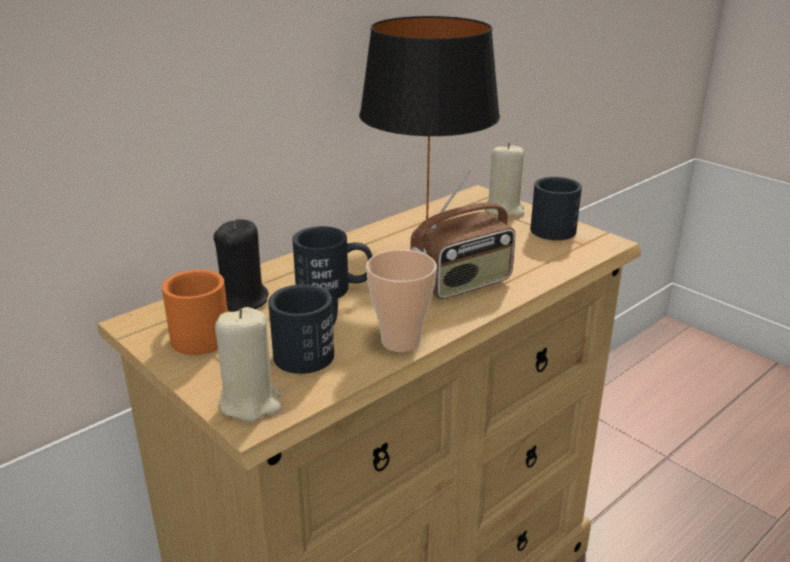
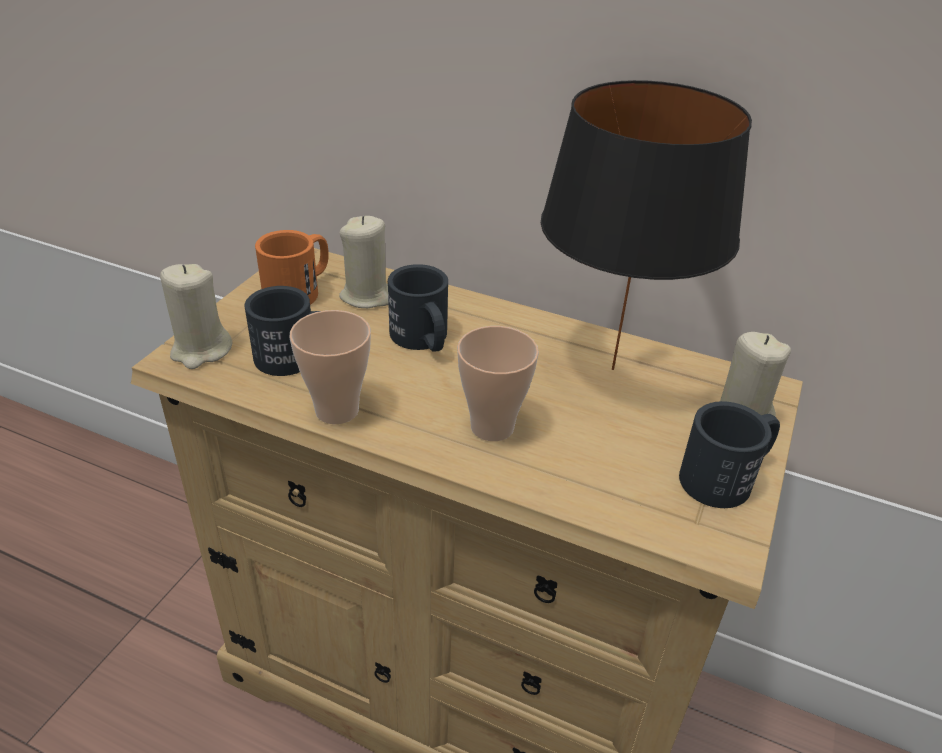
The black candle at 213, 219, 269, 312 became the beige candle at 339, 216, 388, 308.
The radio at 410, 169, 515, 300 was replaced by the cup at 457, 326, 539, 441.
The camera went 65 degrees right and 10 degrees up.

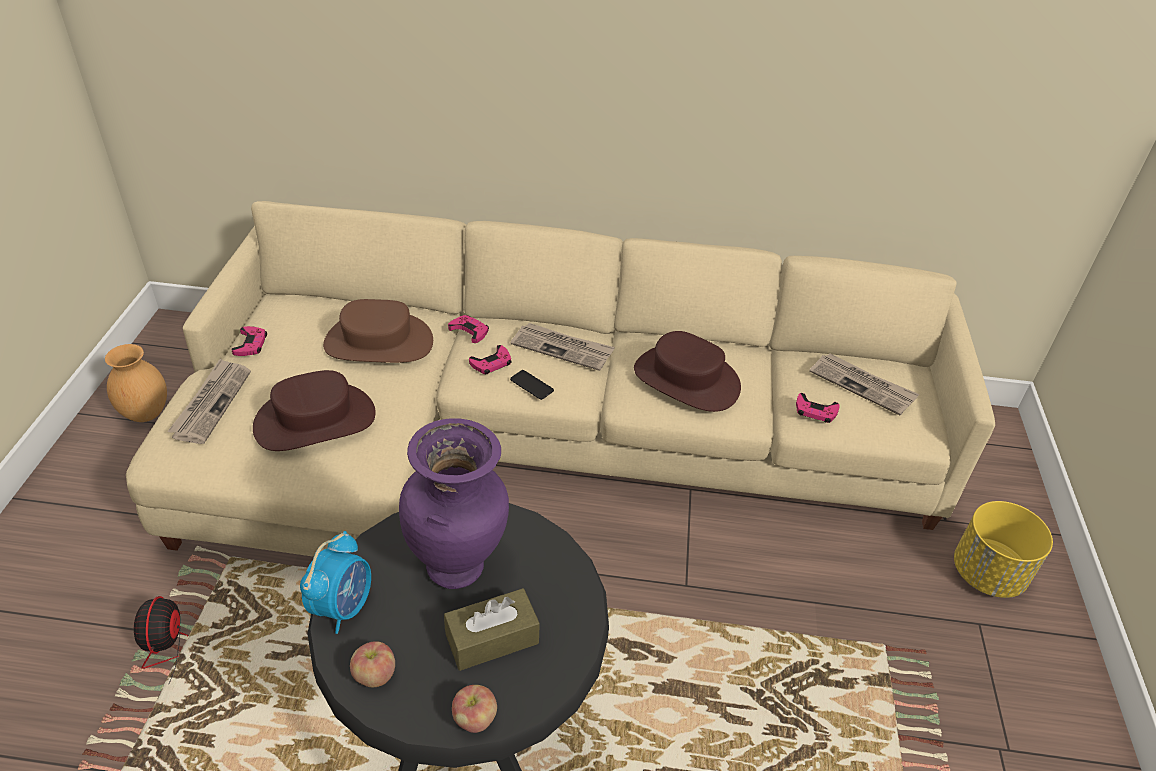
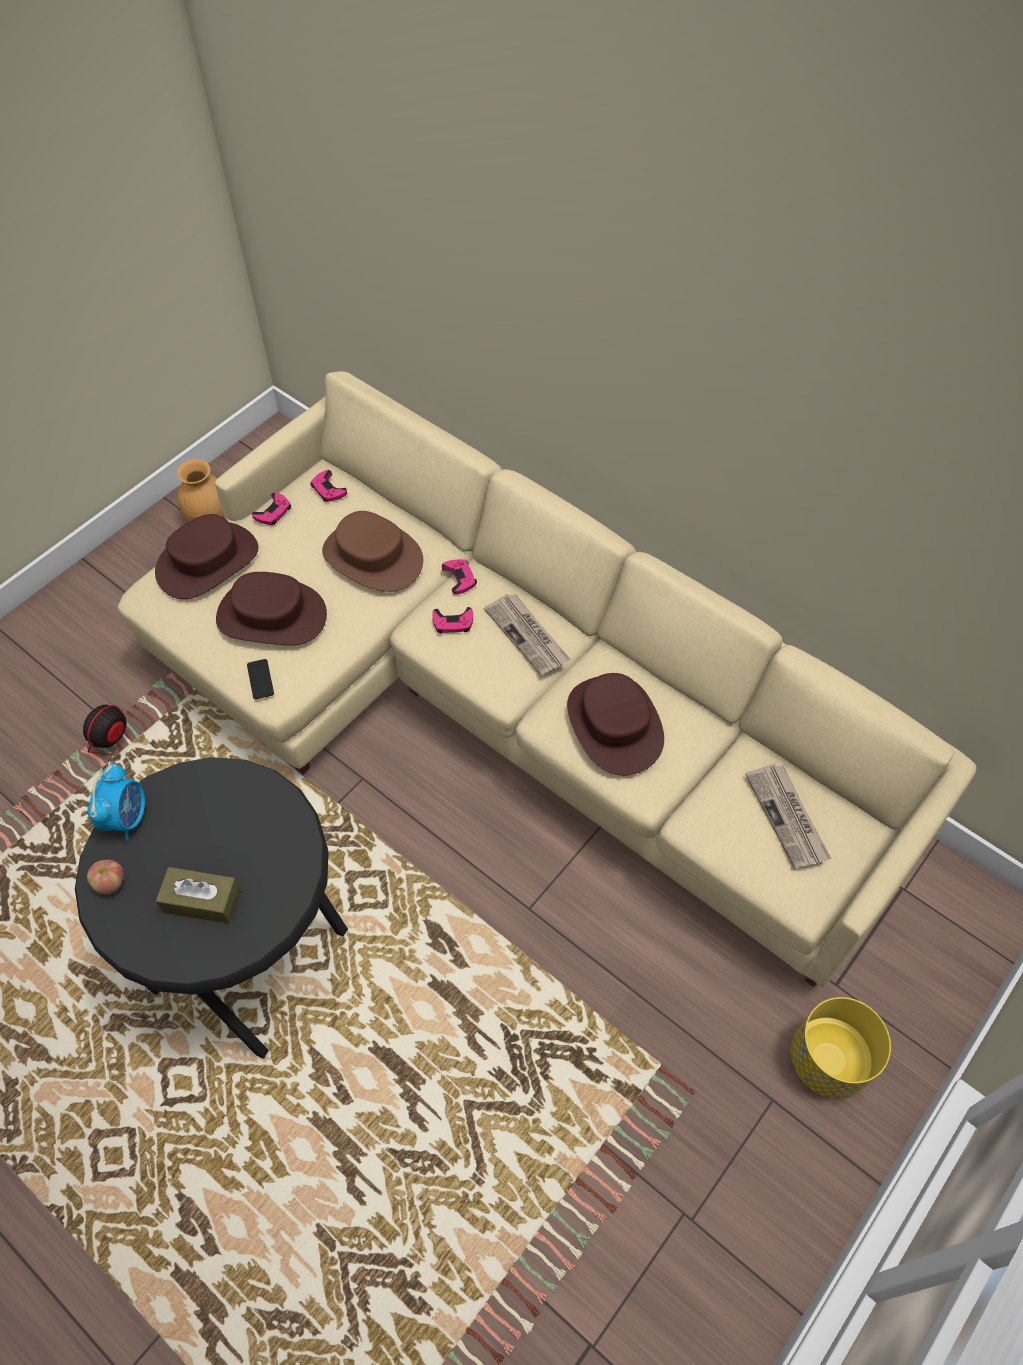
The newspaper at 167, 359, 251, 444 was replaced by the brown hat at 155, 514, 258, 599.
The alarm clock at 300, 531, 371, 634 turned 45 degrees counterclockwise.
The purple vase at 399, 418, 509, 589 disappeared.
The apple at 452, 685, 497, 733 disappeared.
The phone moved from 510, 370, 554, 400 to 247, 659, 274, 699.
The pink game controller moved from 796, 393, 840, 423 to 310, 470, 347, 502.
The camera went 35 degrees right and 15 degrees up.

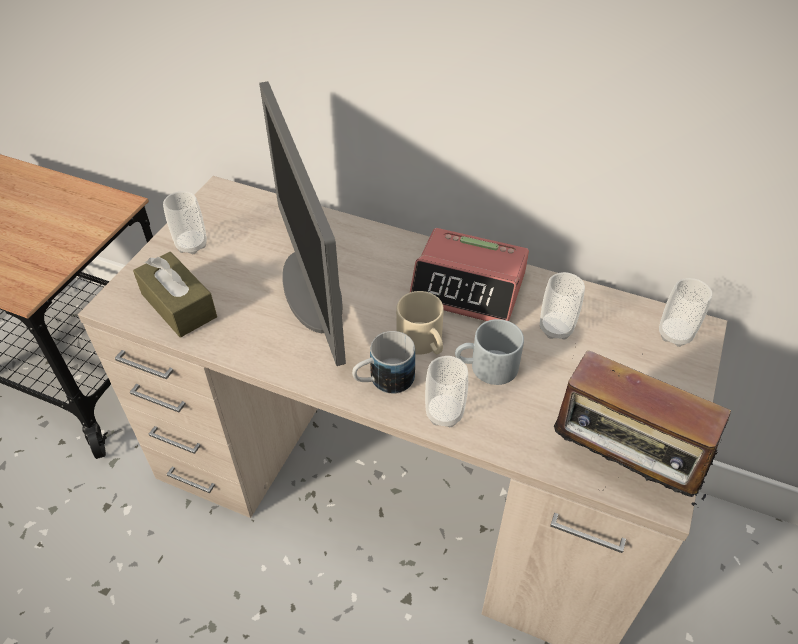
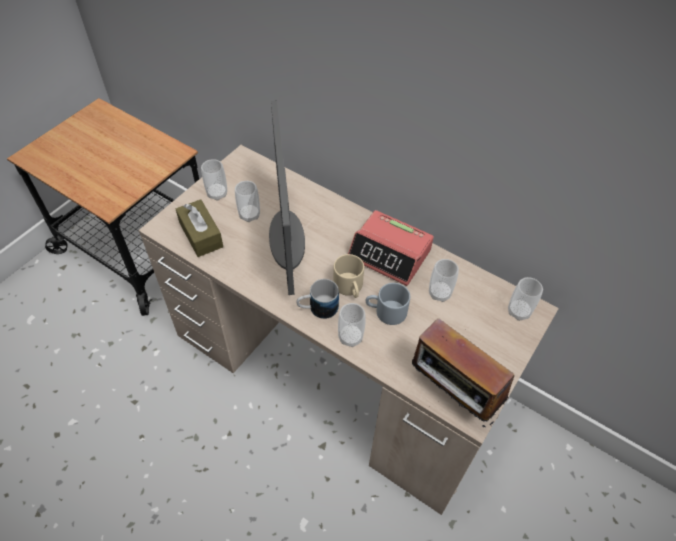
The cup at 235, 181, 260, 222 appeared.
The camera went 10 degrees right and 5 degrees up.

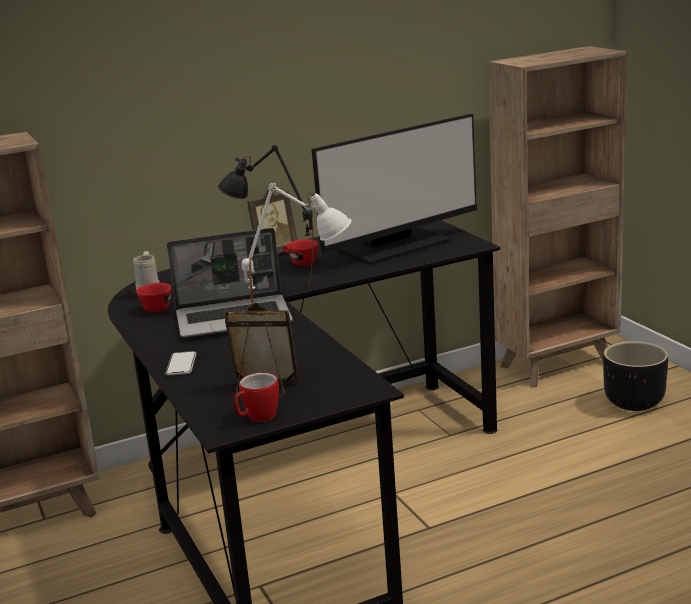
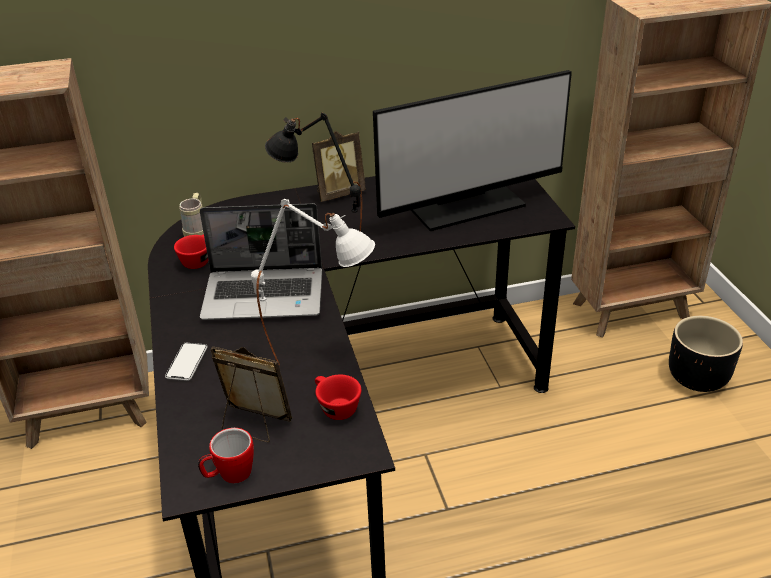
The red cup moved from 283, 239, 318, 266 to 315, 375, 361, 420.
The camera went 10 degrees right and 15 degrees up.

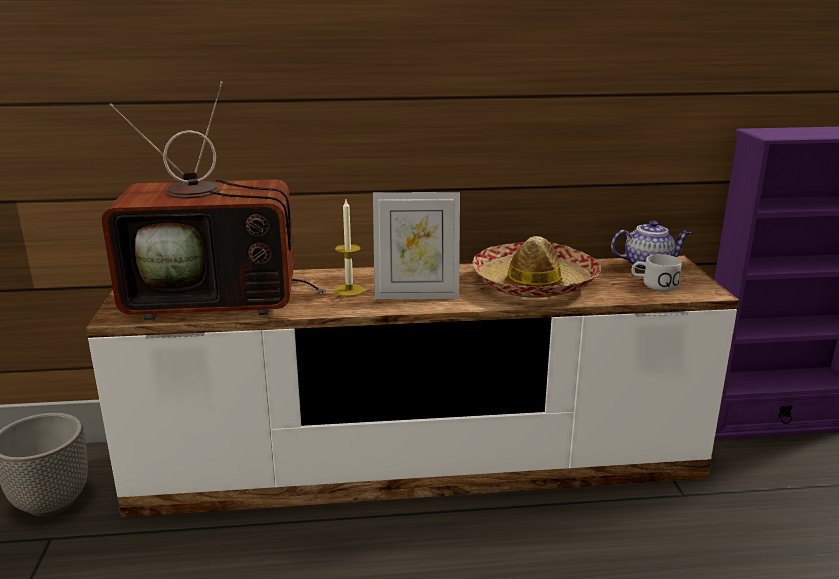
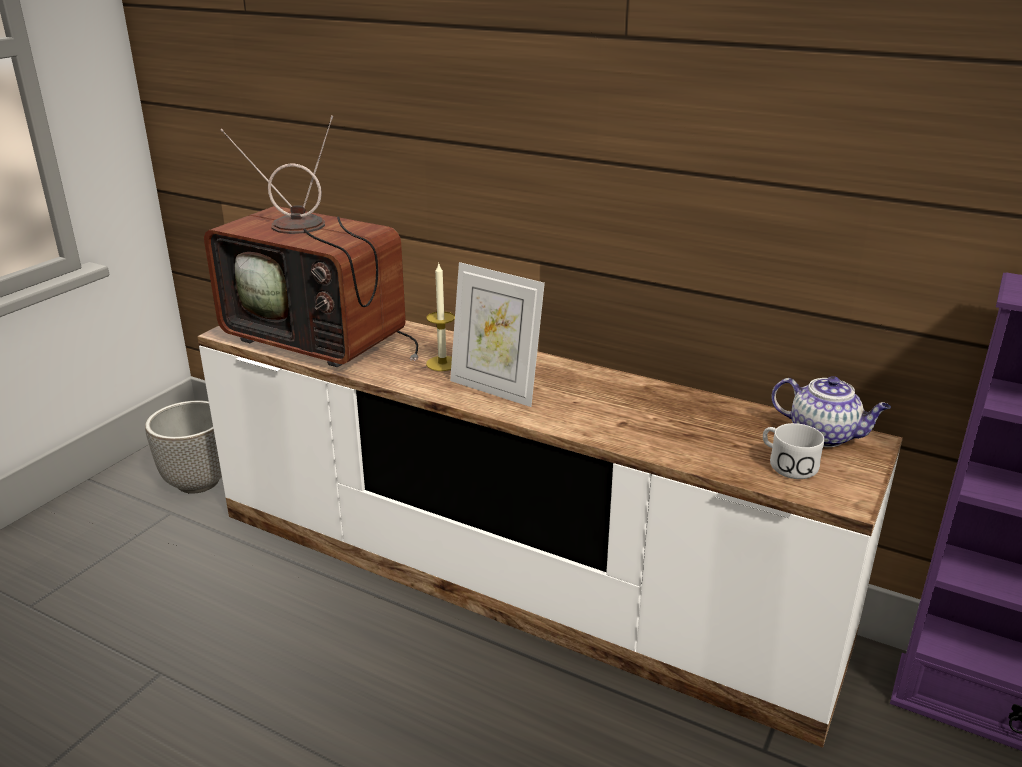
The hat at 472, 236, 601, 298 disappeared.
The camera went 35 degrees right and 5 degrees up.

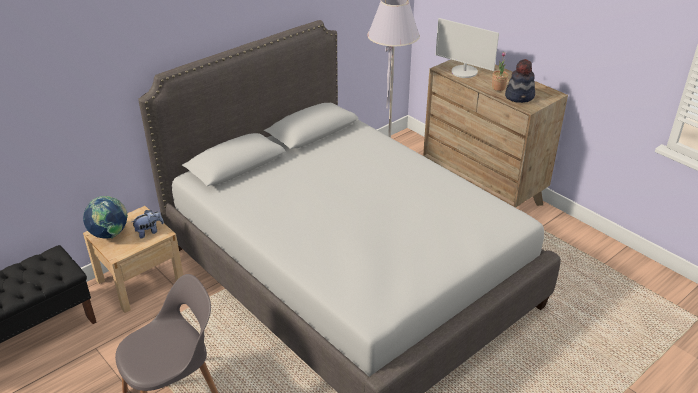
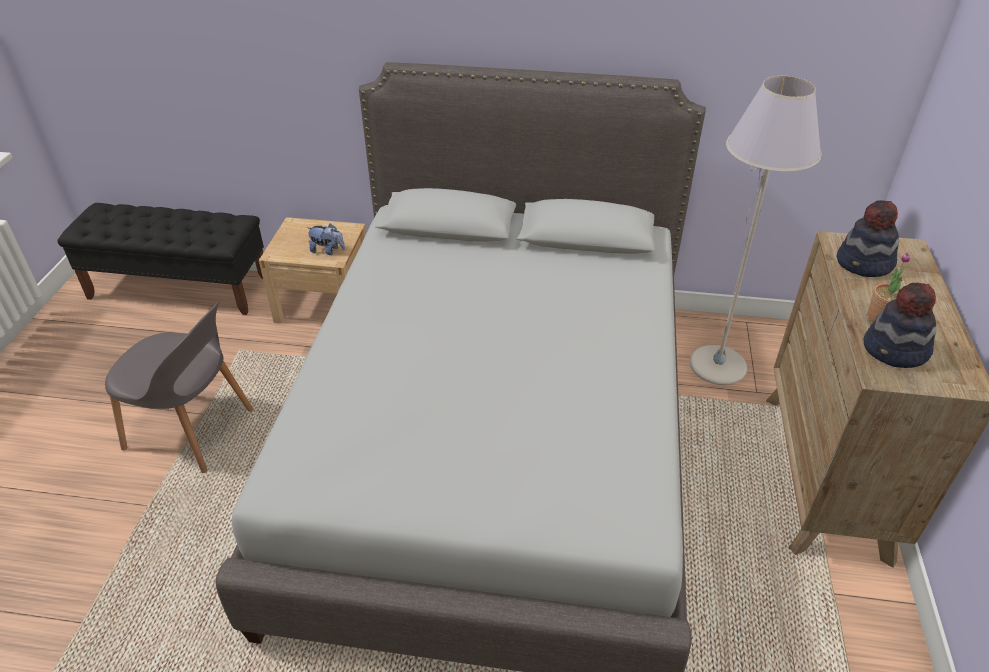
The globe at 83, 196, 128, 239 disappeared.
The monitor at 436, 18, 499, 78 was replaced by the hat at 837, 200, 899, 277.
The camera went 50 degrees right and 5 degrees up.

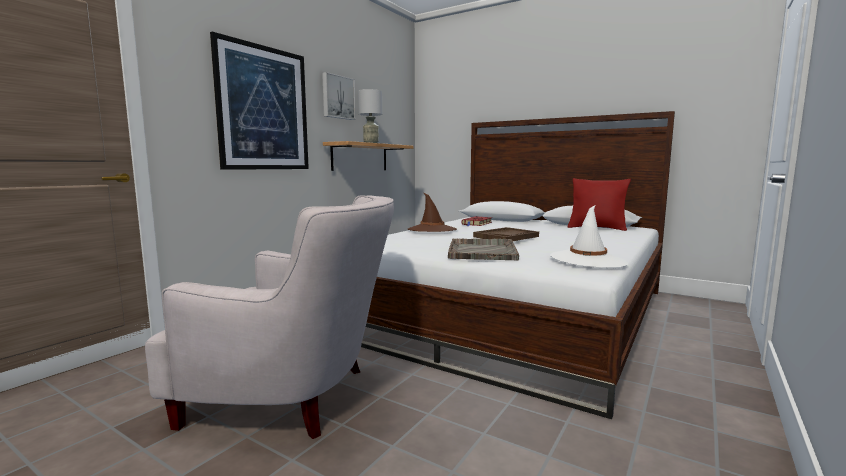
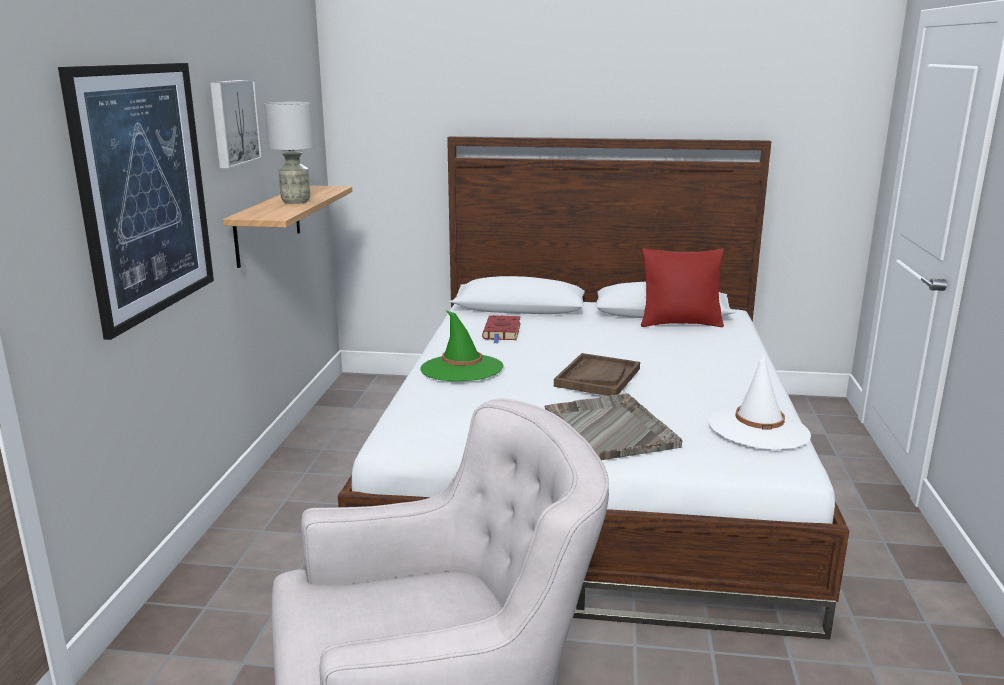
The brown hat at 408, 193, 457, 232 became the green hat at 420, 310, 504, 382.
The camera went 25 degrees left and 10 degrees up.

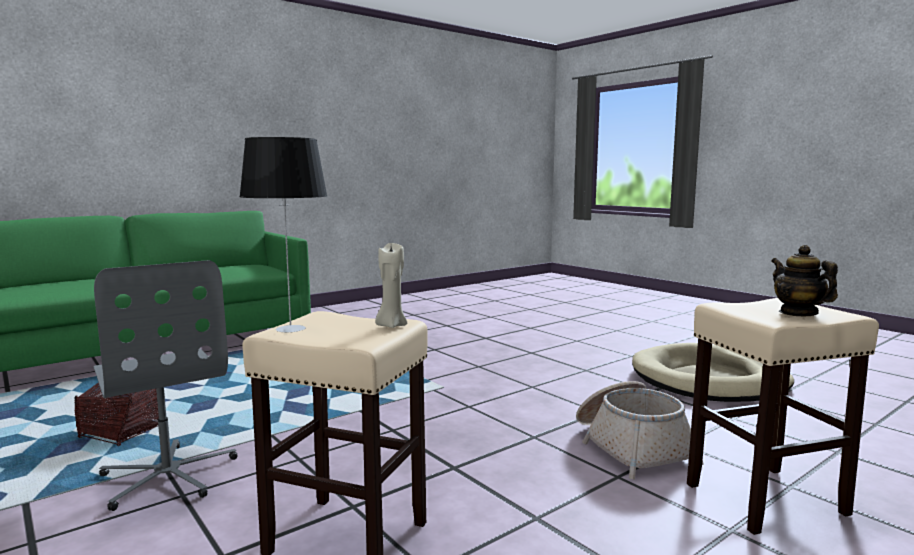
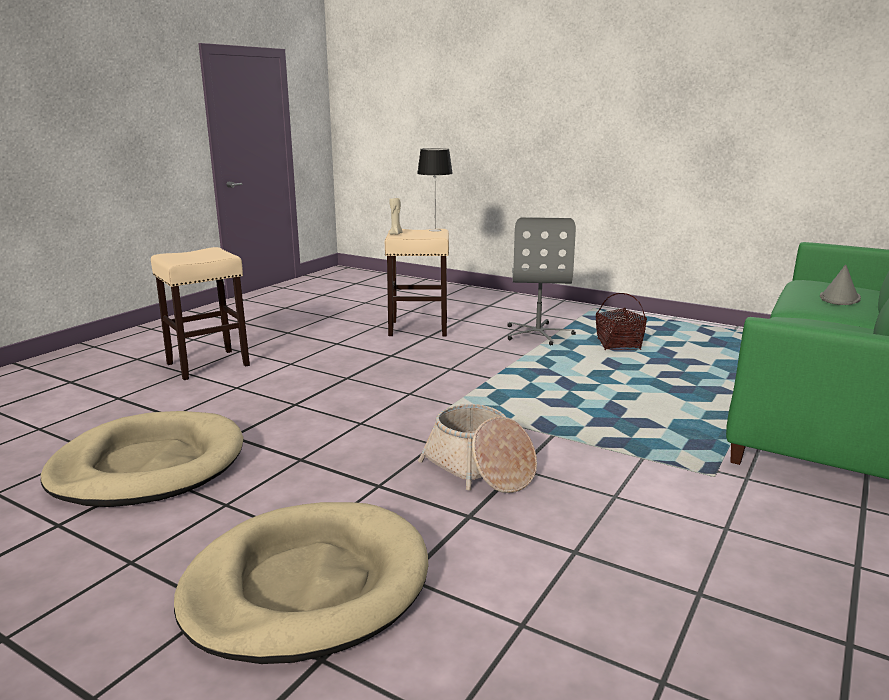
The grey office chair at 93, 260, 238, 511 turned 120 degrees counterclockwise.
The basket moved from 576, 381, 704, 480 to 418, 404, 537, 493.
The teapot at 771, 245, 838, 316 disappeared.
The beige dog bed at 174, 502, 428, 664 appeared.
The grey hat at 820, 265, 861, 305 appeared.
The camera went 160 degrees right and 10 degrees up.

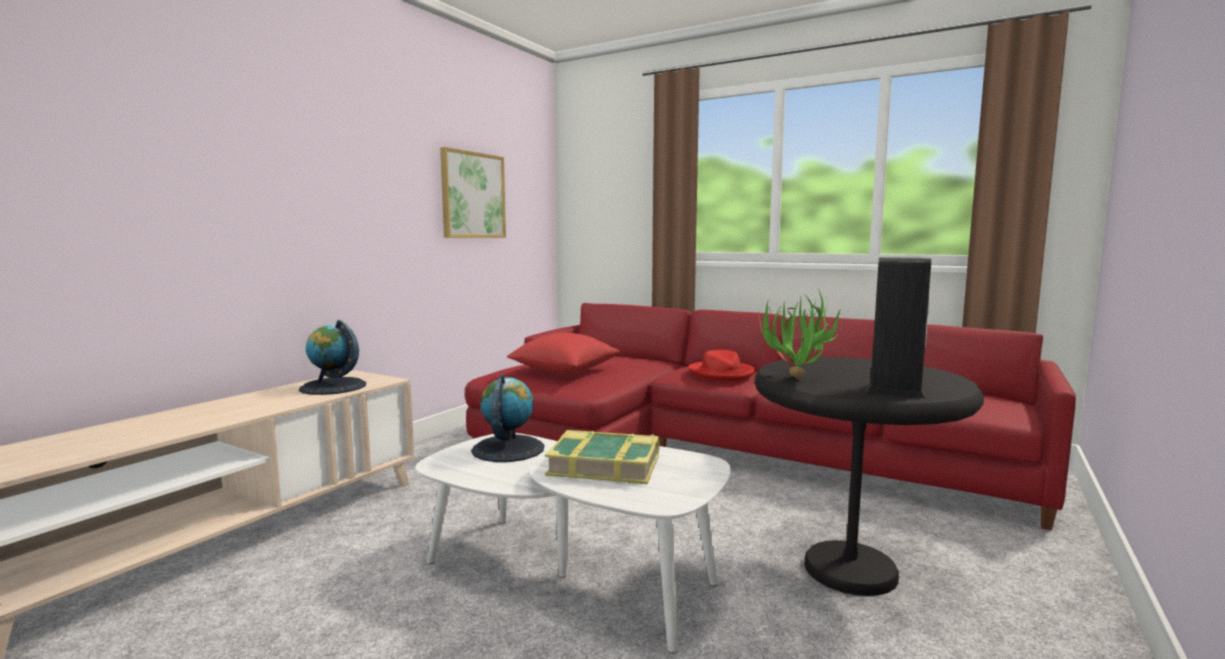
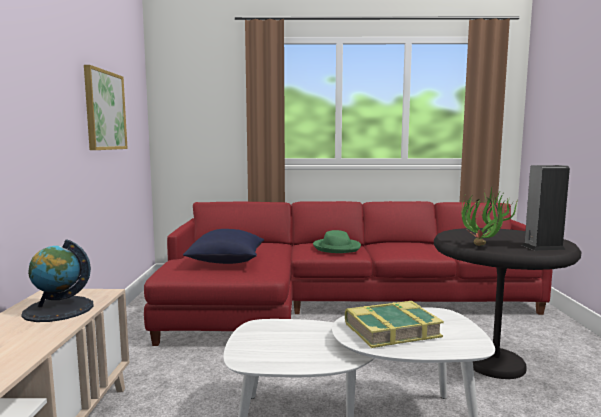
The globe at 471, 374, 544, 462 disappeared.
The red pillow at 507, 333, 620, 374 became the blue pillow at 183, 229, 264, 264.
The red hat at 688, 350, 756, 381 became the green hat at 313, 230, 361, 253.
The camera went 30 degrees left and 0 degrees up.

